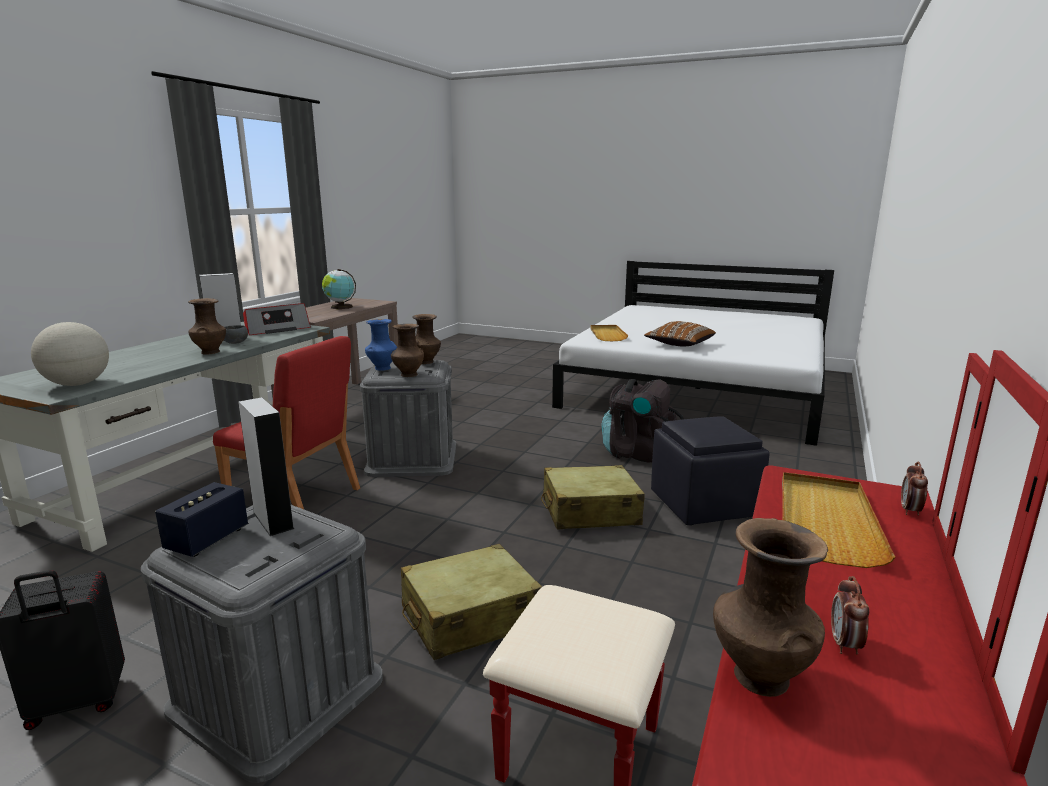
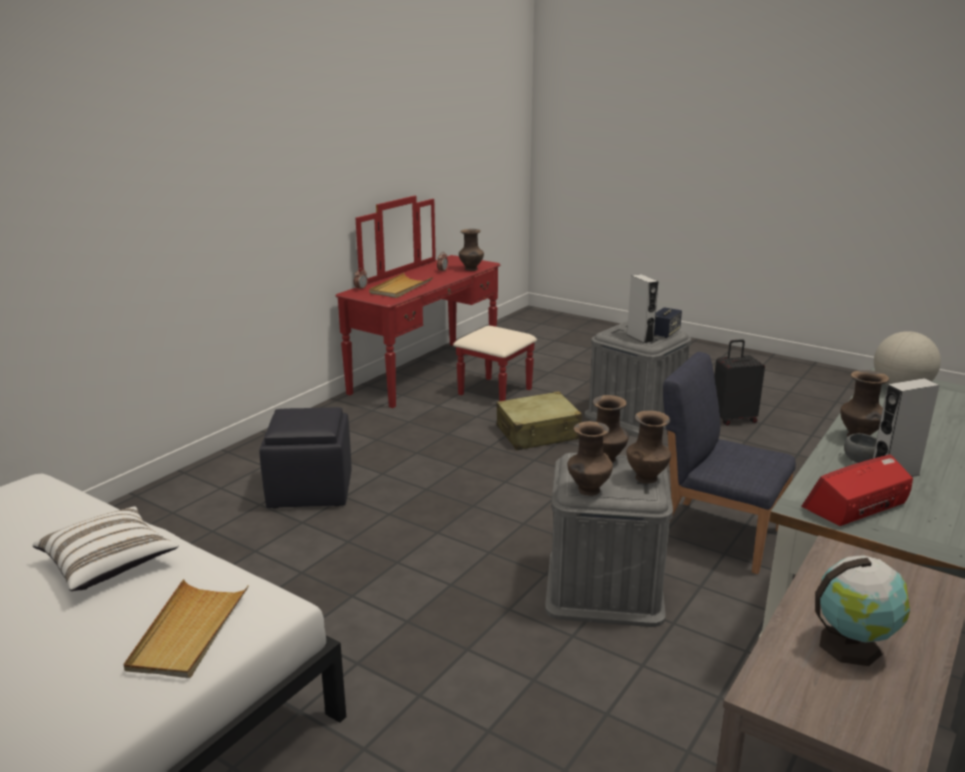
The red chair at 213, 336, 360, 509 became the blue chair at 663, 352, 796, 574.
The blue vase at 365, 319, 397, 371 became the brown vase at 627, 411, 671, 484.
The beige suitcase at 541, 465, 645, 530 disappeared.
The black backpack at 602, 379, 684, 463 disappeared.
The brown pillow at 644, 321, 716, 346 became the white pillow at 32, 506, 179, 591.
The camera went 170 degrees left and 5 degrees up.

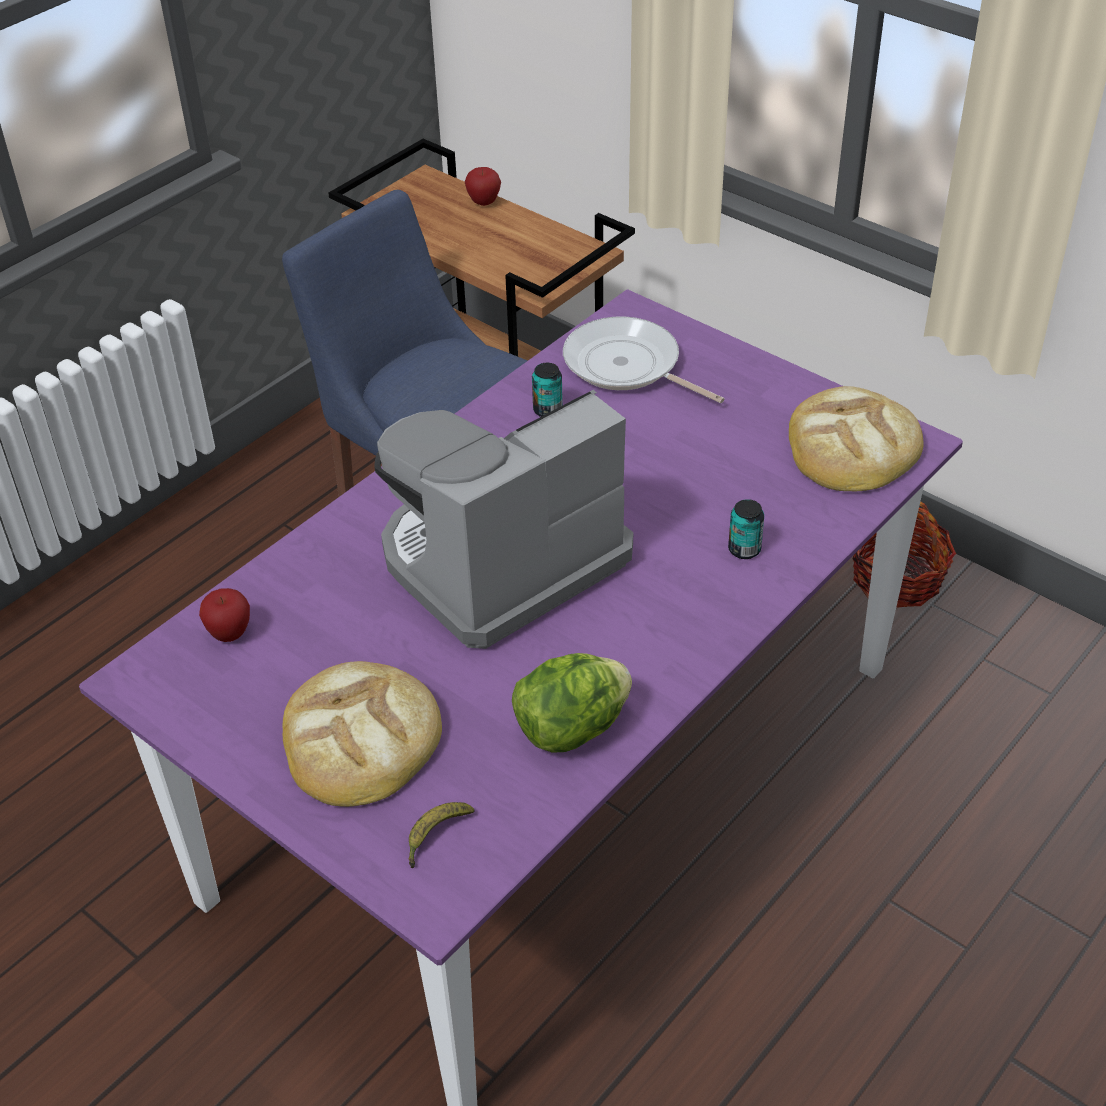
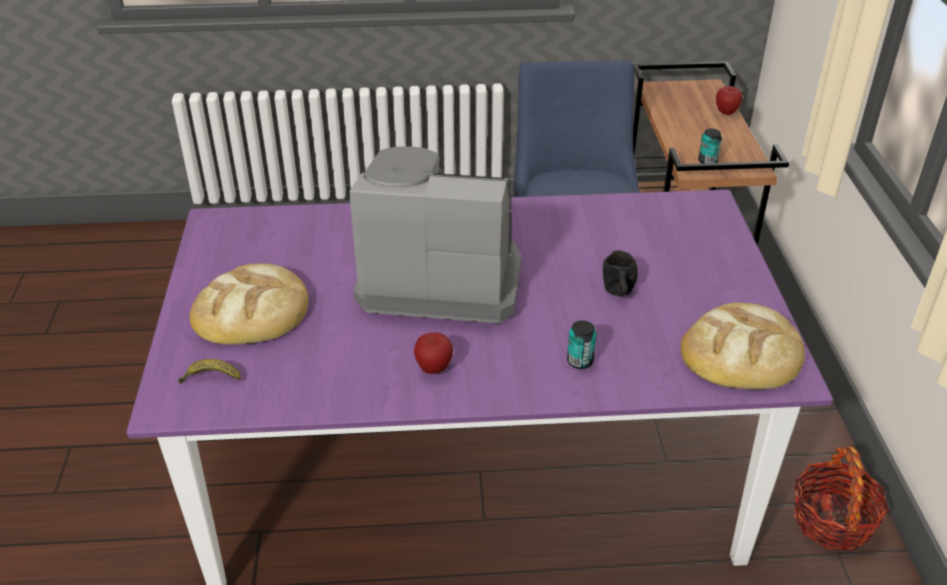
The apple moved from 199, 588, 250, 642 to 414, 332, 453, 374.
The lettuce at 512, 653, 632, 753 disappeared.
The can moved from 532, 363, 563, 417 to 698, 129, 722, 163.
The frying pan at 563, 316, 725, 403 disappeared.
The black mug at 603, 250, 638, 297 appeared.
The camera went 45 degrees right and 5 degrees down.

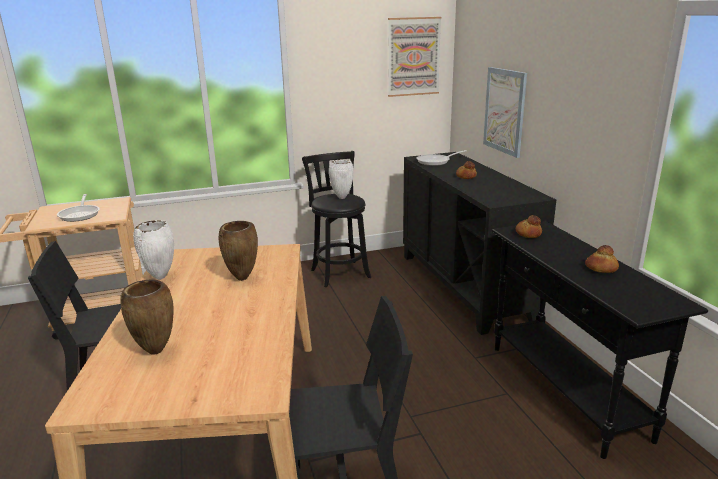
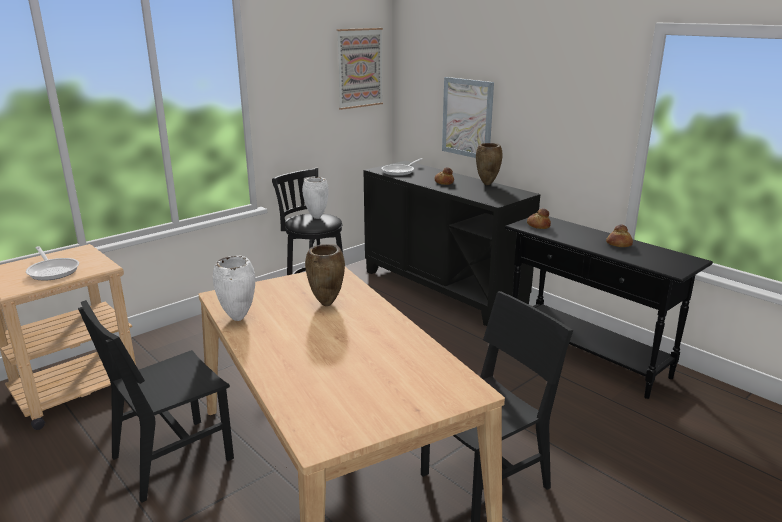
The brown vase moved from 120, 280, 174, 355 to 476, 143, 503, 185.
The camera went 25 degrees left and 0 degrees up.

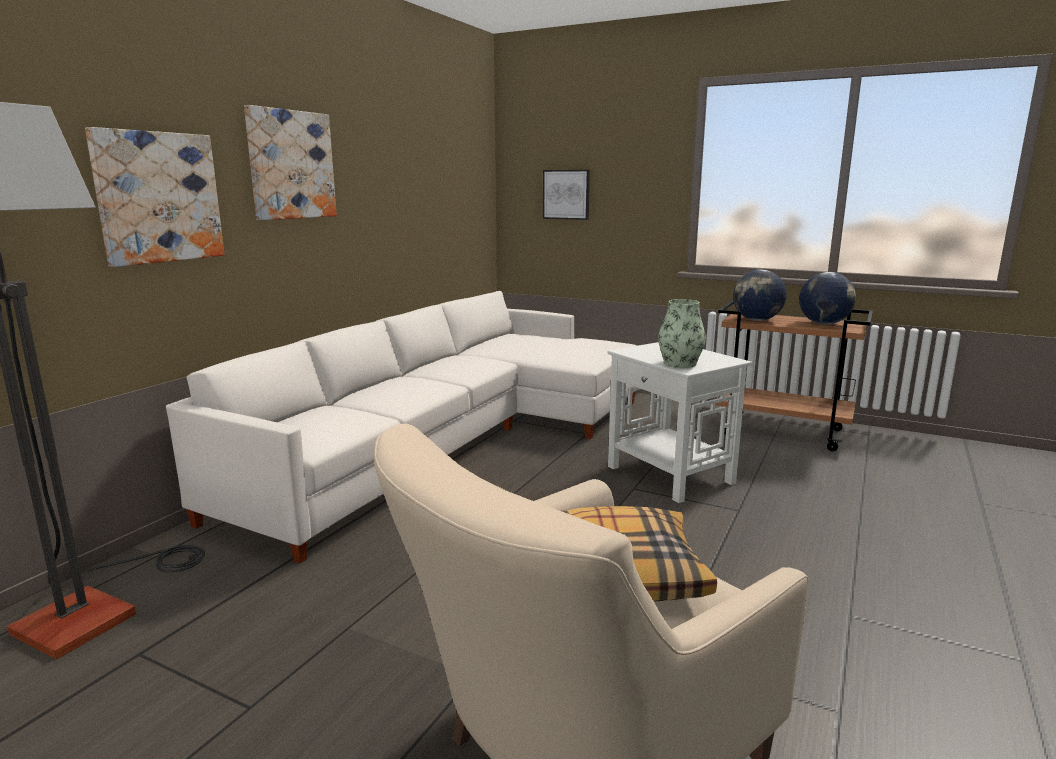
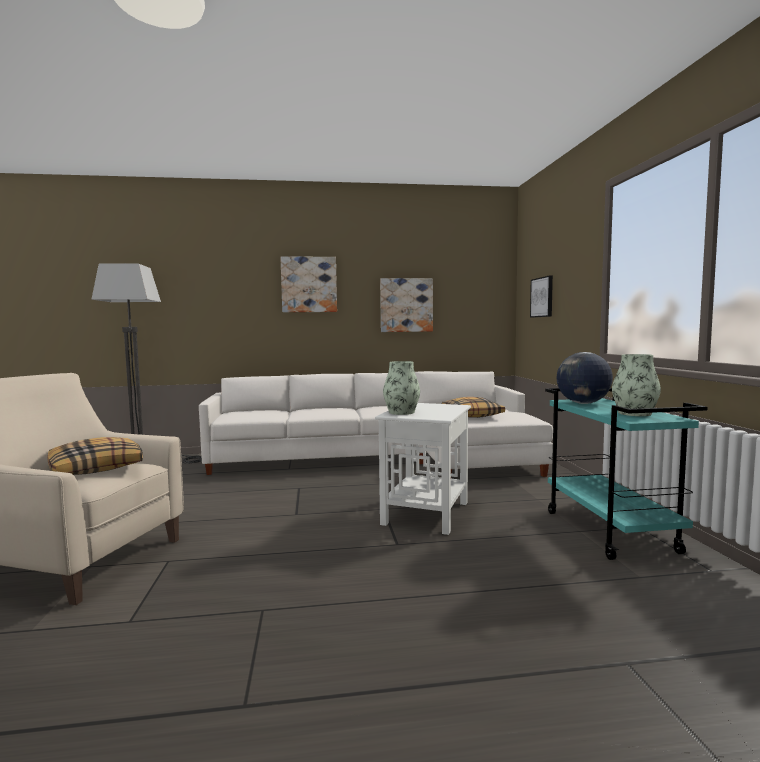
The picture moved from 85, 127, 224, 267 to 380, 278, 433, 332.
The brown cart at 715, 300, 873, 451 became the turquoise cart at 545, 388, 707, 560.
The globe at 799, 272, 856, 325 was replaced by the vase at 612, 354, 661, 416.
The pillow at 442, 397, 505, 418 appeared.
The camera went 55 degrees right and 10 degrees down.

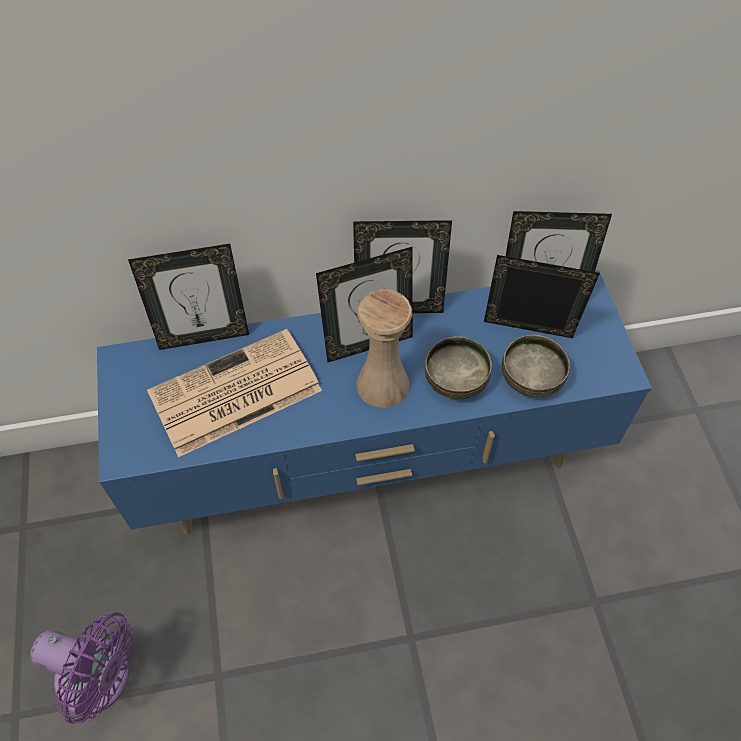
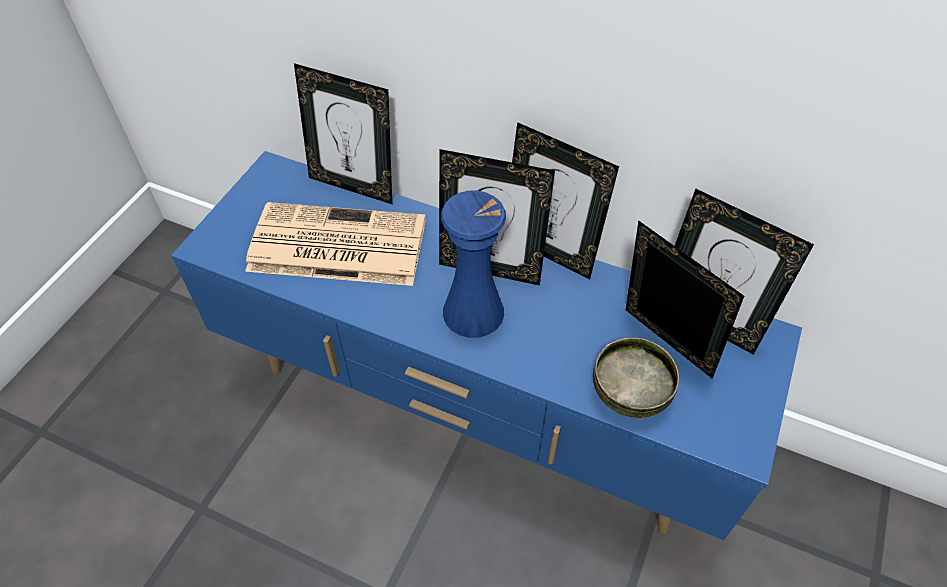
The purple fan at 30, 612, 134, 724 disappeared.
The beige vase at 357, 289, 412, 408 became the blue vase at 441, 191, 506, 338.
The bowl at 425, 336, 492, 399 disappeared.
The camera went 35 degrees right and 5 degrees down.

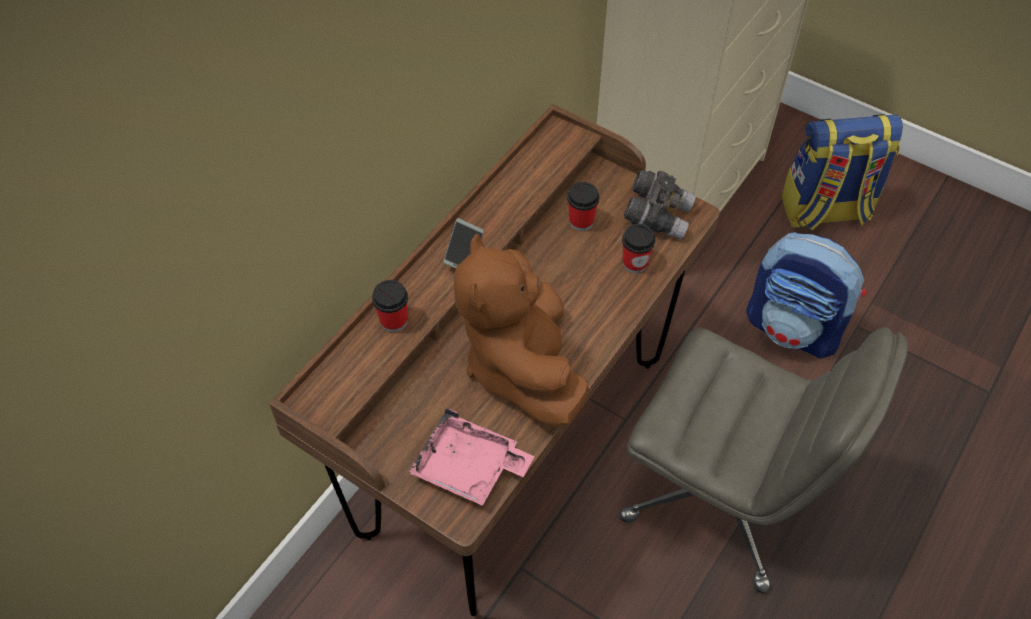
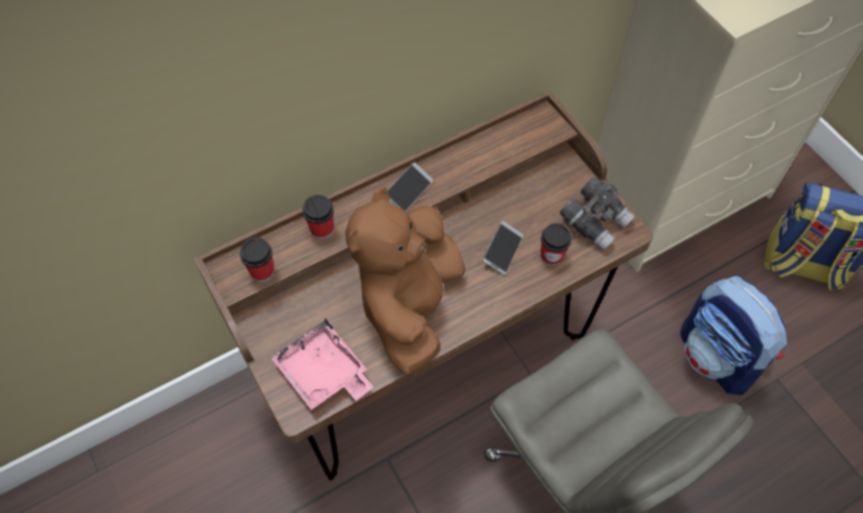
The cup moved from 567, 182, 599, 231 to 240, 237, 274, 282.
The phone at 483, 221, 523, 275 appeared.
The camera went 25 degrees right and 5 degrees up.

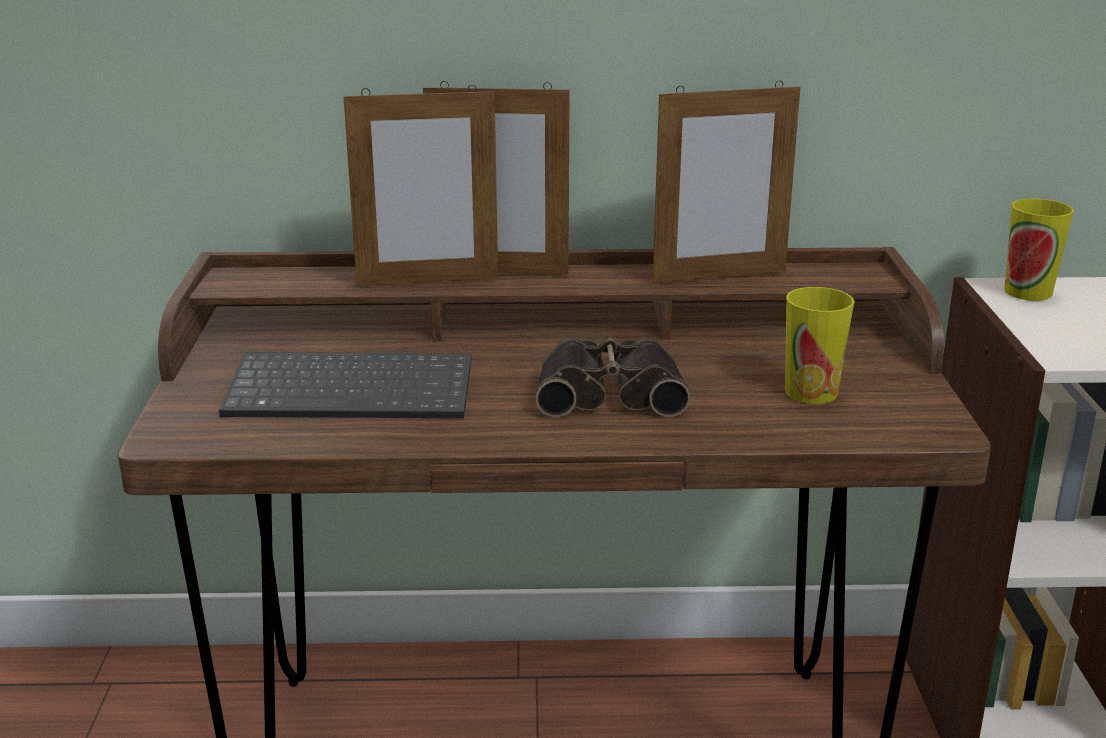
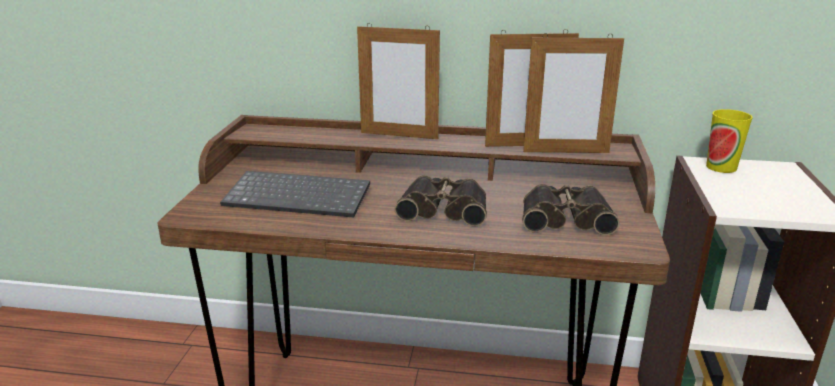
The picture frame moved from 343, 85, 498, 286 to 523, 33, 624, 153.
The cup at 785, 287, 855, 404 was replaced by the binoculars at 523, 184, 620, 235.
The camera went 10 degrees right and 0 degrees up.

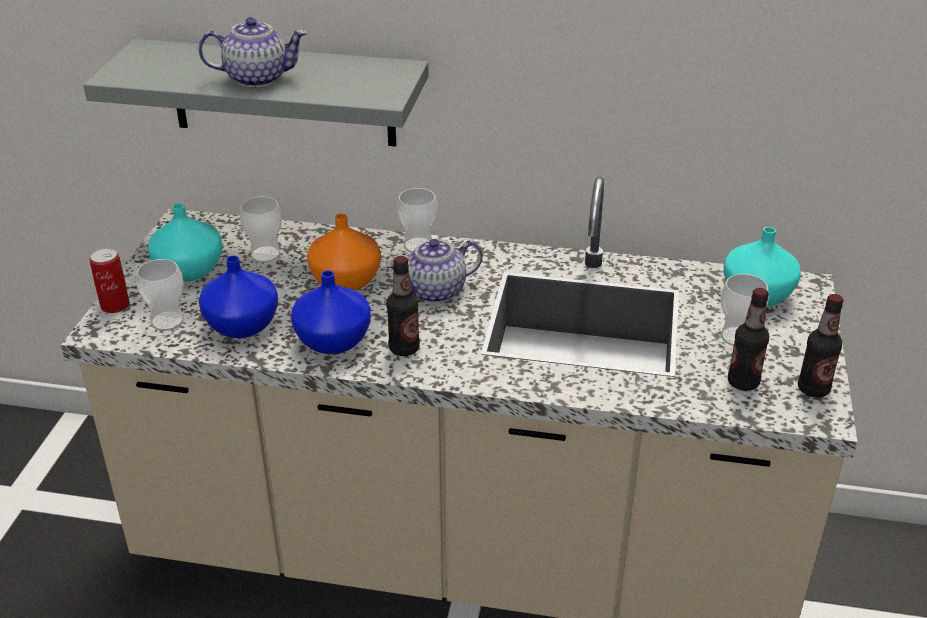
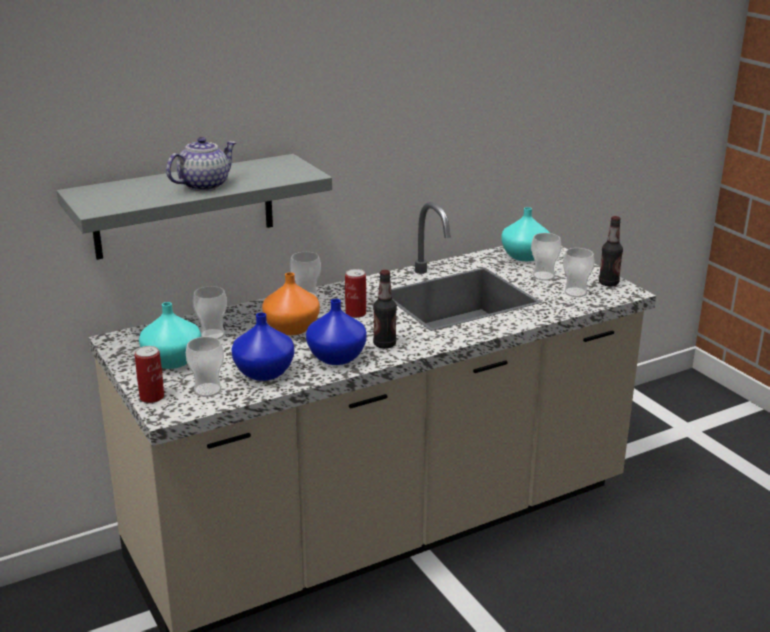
The teapot at 386, 239, 483, 303 was replaced by the can at 345, 269, 366, 318.
The bottle at 728, 288, 769, 391 was replaced by the cup at 563, 248, 595, 297.
The camera went 40 degrees left and 10 degrees down.

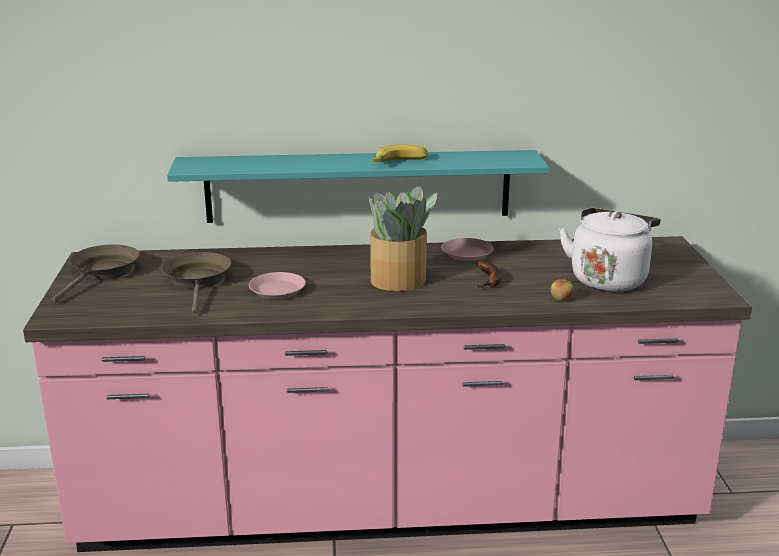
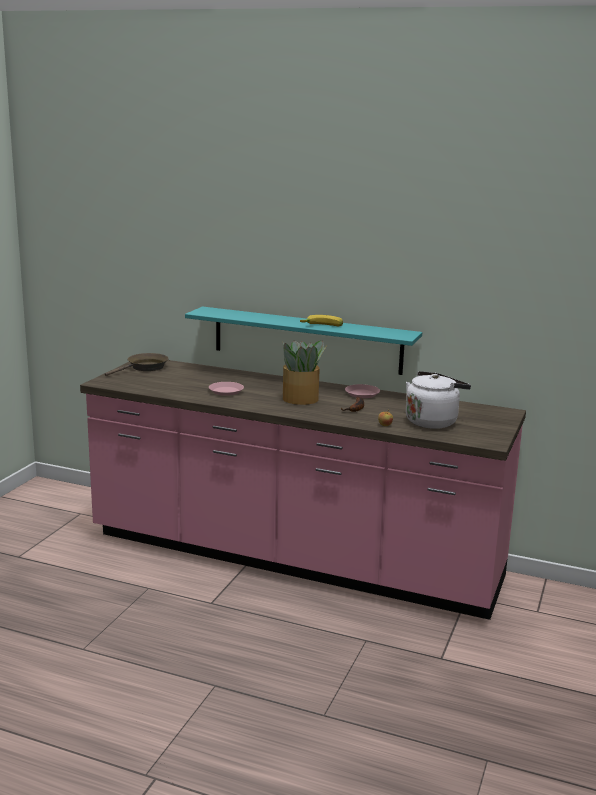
The brown frying pan at 162, 252, 231, 314 disappeared.
The camera went 25 degrees right and 5 degrees down.

